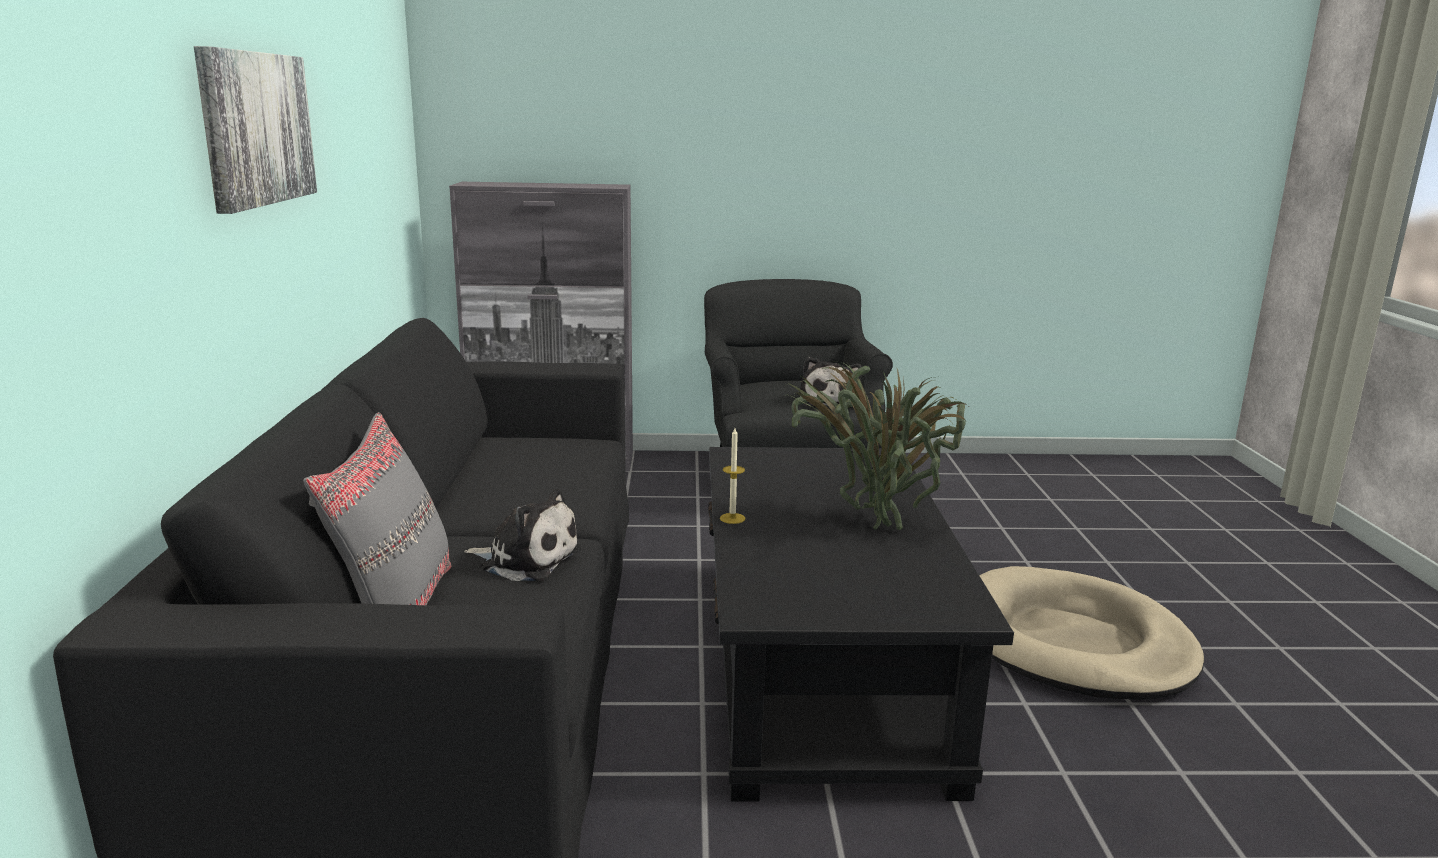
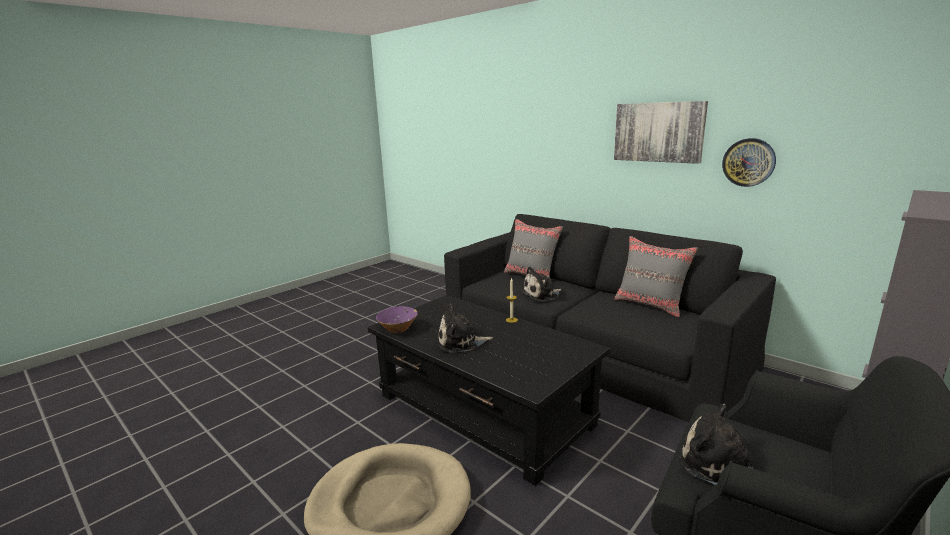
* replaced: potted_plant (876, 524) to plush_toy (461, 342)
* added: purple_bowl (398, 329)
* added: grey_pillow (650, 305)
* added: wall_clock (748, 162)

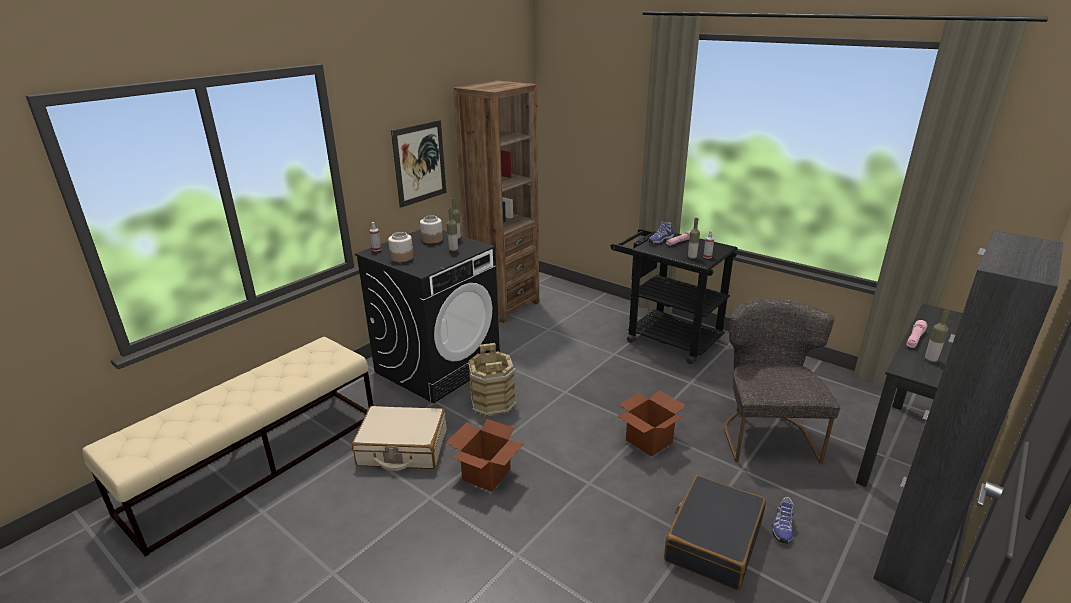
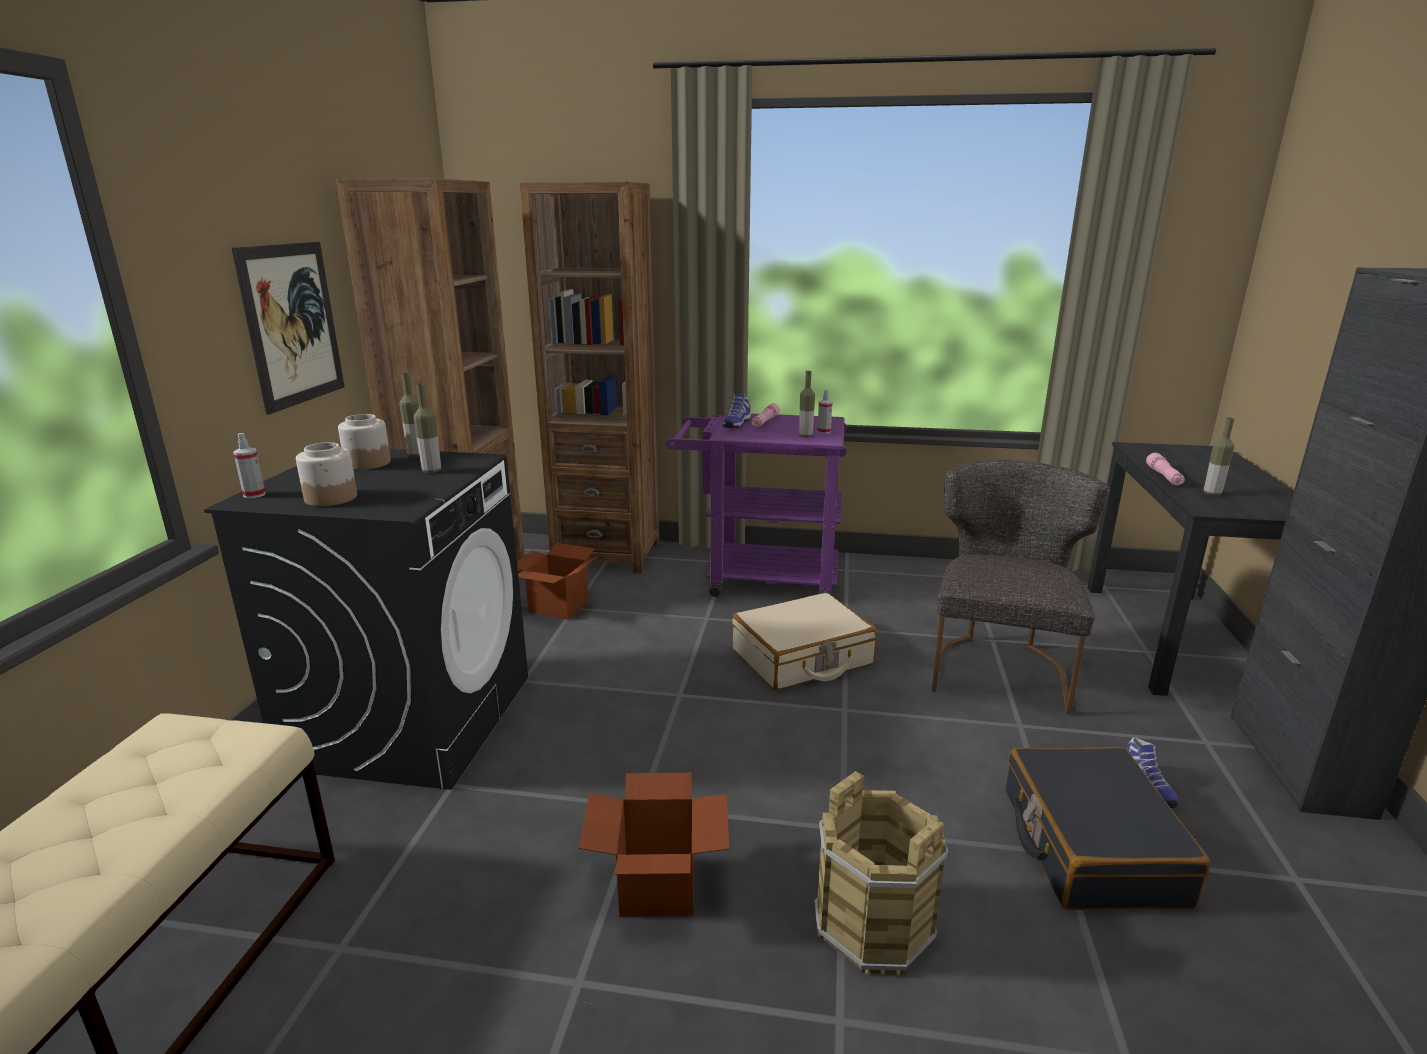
* moved: beige_suitcase (402, 448) to (802, 657)
* moved: brown_bucket (493, 403) to (874, 923)
* recoloured: black_cart (666, 337) to purple_cart (759, 578)
* moved: cardboard_box (649, 441) to (559, 606)
* turned: grey_chair (765, 433) = (999, 667) 45 degrees clockwise
* added: brown_bookcase (607, 554)

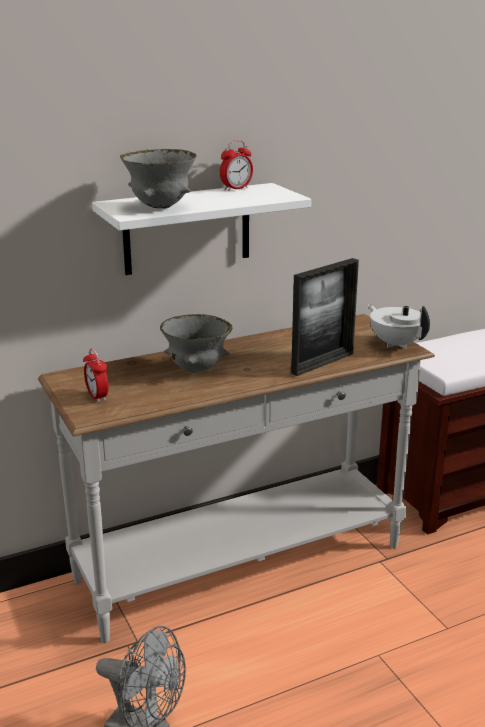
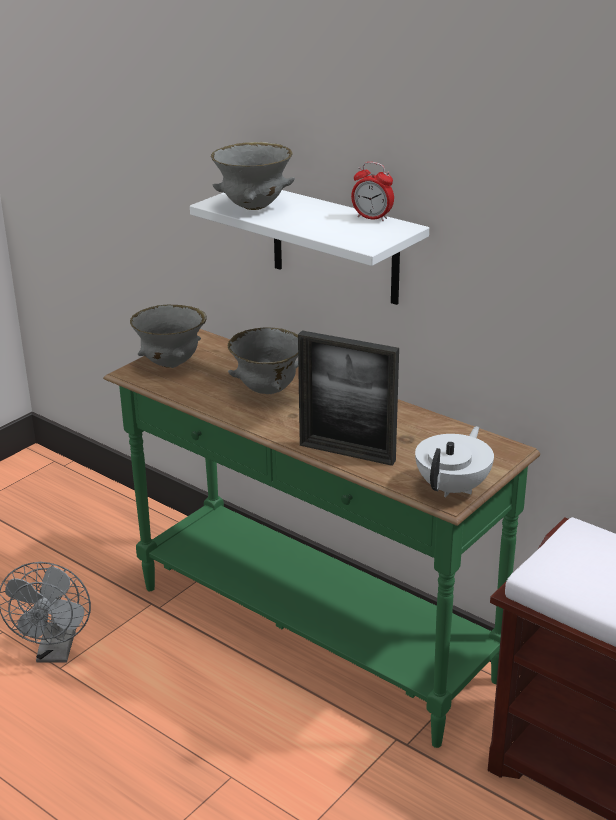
* recoloured: white_console_table (242, 565) to green_console_table (311, 634)
* replaced: alarm_clock (97, 397) to grey_bowl (171, 364)

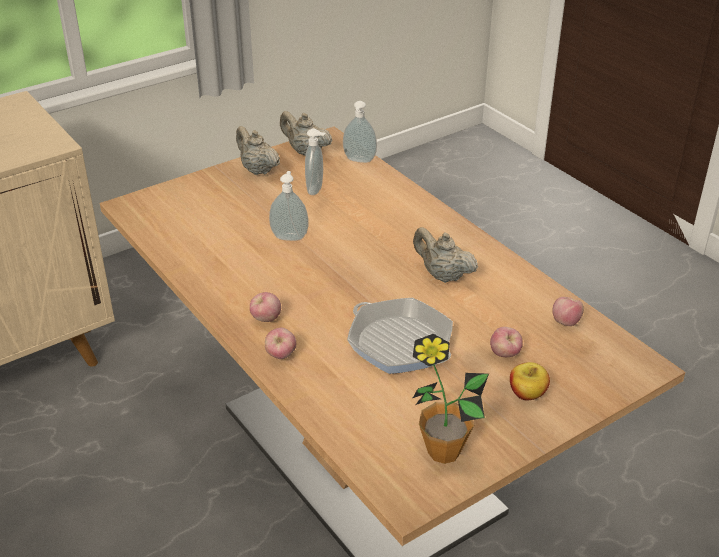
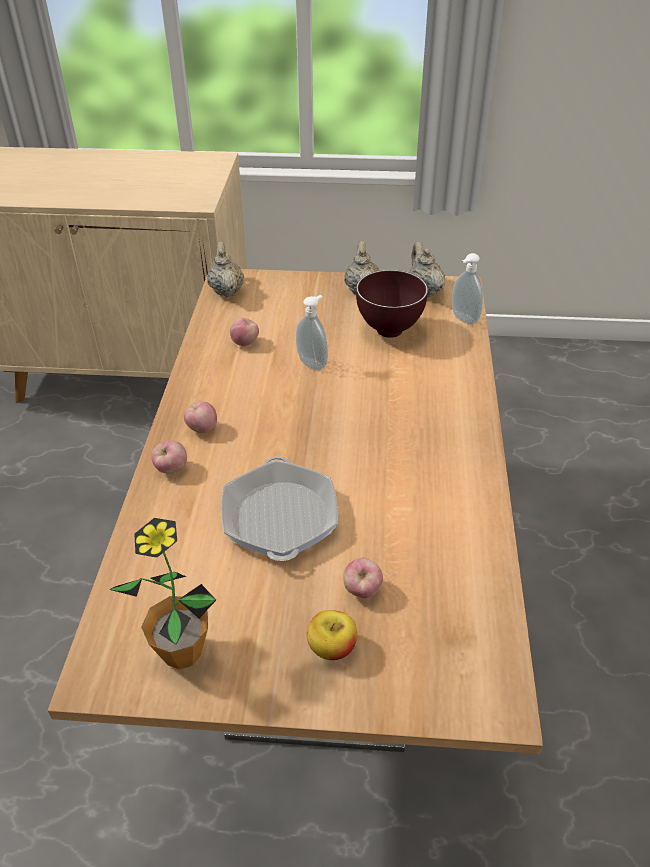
* replaced: soap_dispenser (316, 190) to brown_bowl (390, 330)
* moved: beige_teapot (442, 275) to (226, 290)
* moved: apple (565, 322) to (245, 343)

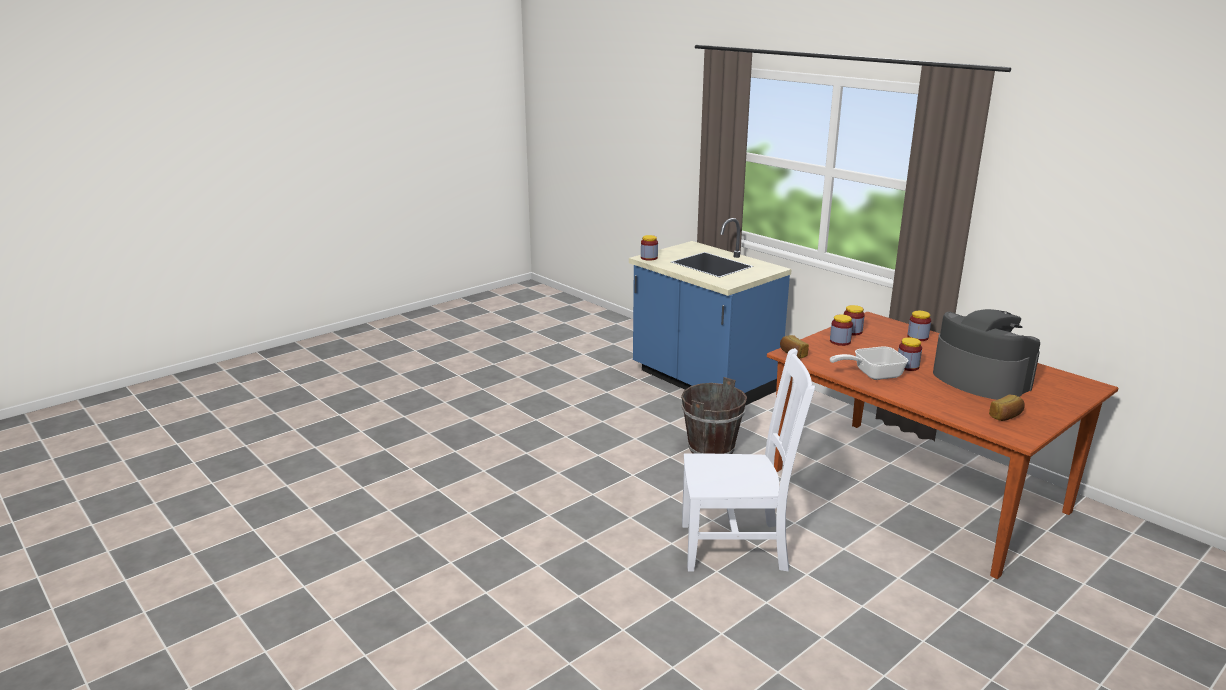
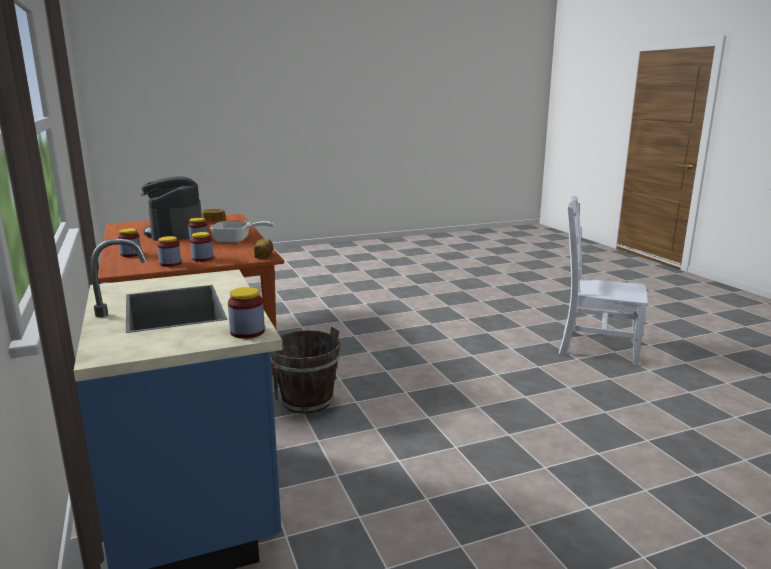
* moved: white_chair (737, 546) to (595, 347)

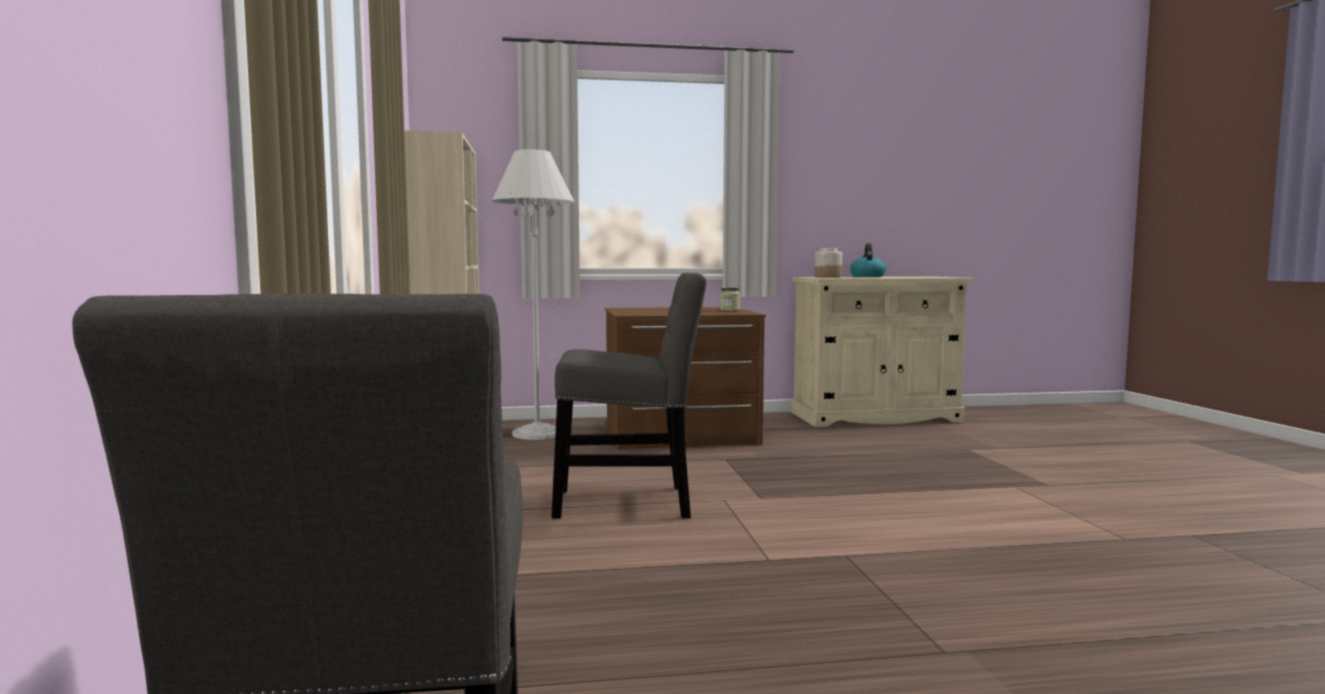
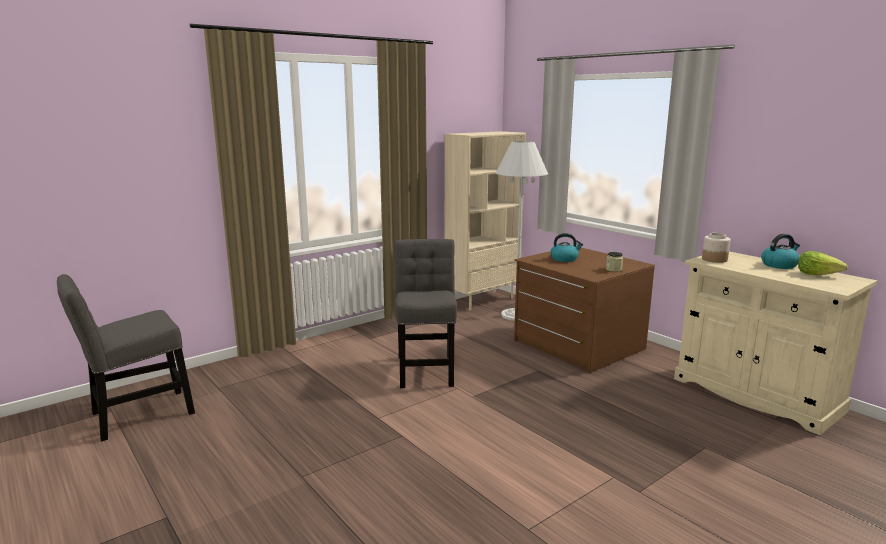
* turned: grey_chair (631, 502) = (426, 368) 150 degrees counterclockwise
* added: kettle (564, 259)
* added: lettuce (817, 274)

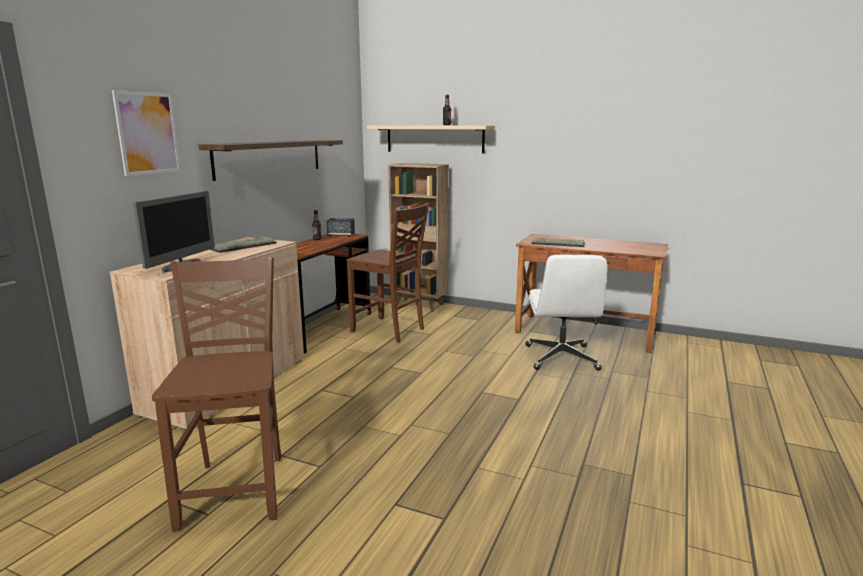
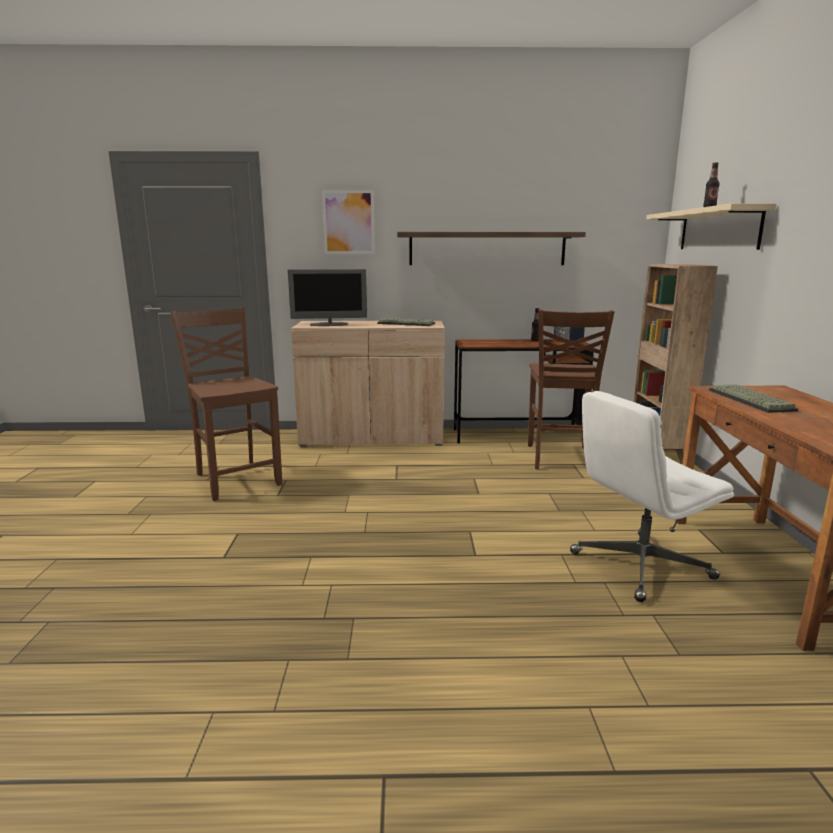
* turned: brown_chair (236, 489) = (236, 479) 90 degrees counterclockwise

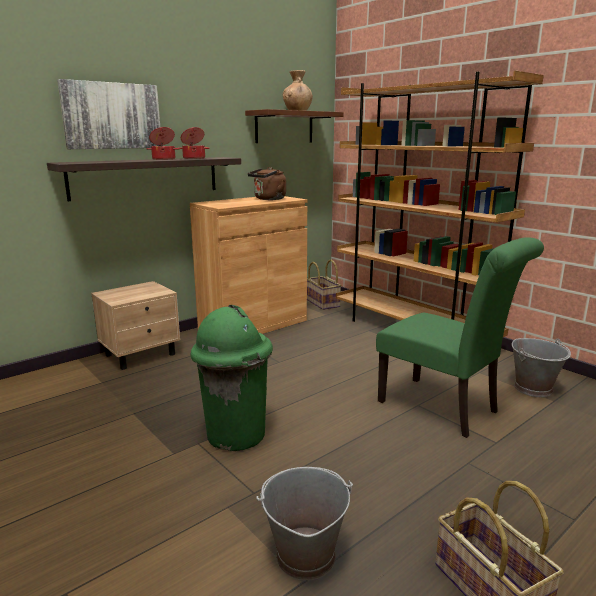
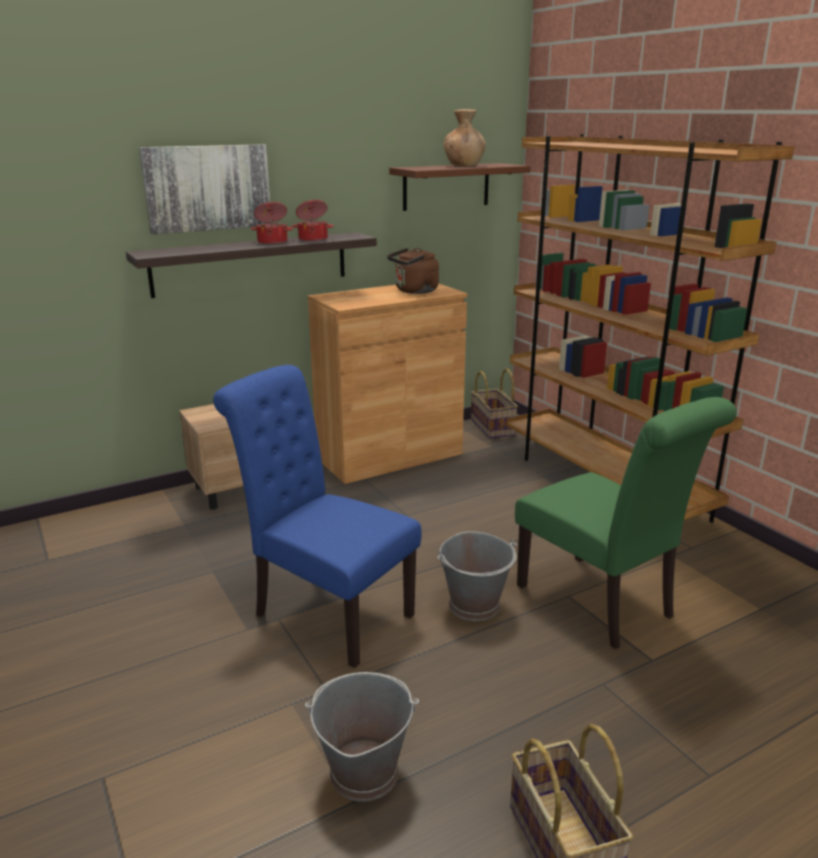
* replaced: green_trash_can (235, 434) to blue_chair (325, 612)
* moved: grey_bucket (533, 388) to (475, 605)

